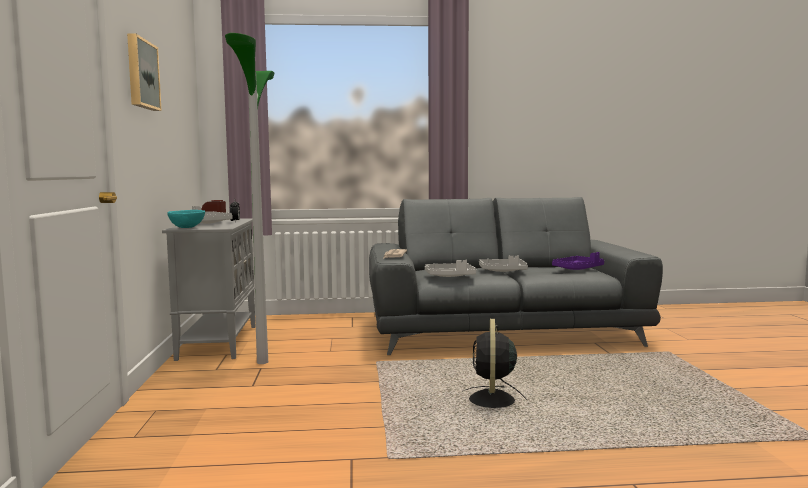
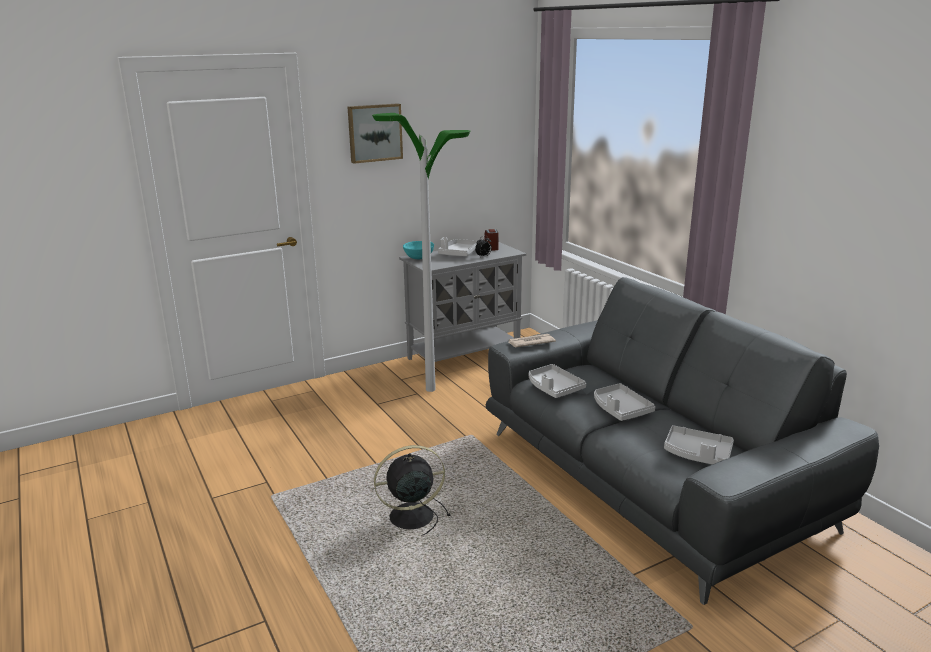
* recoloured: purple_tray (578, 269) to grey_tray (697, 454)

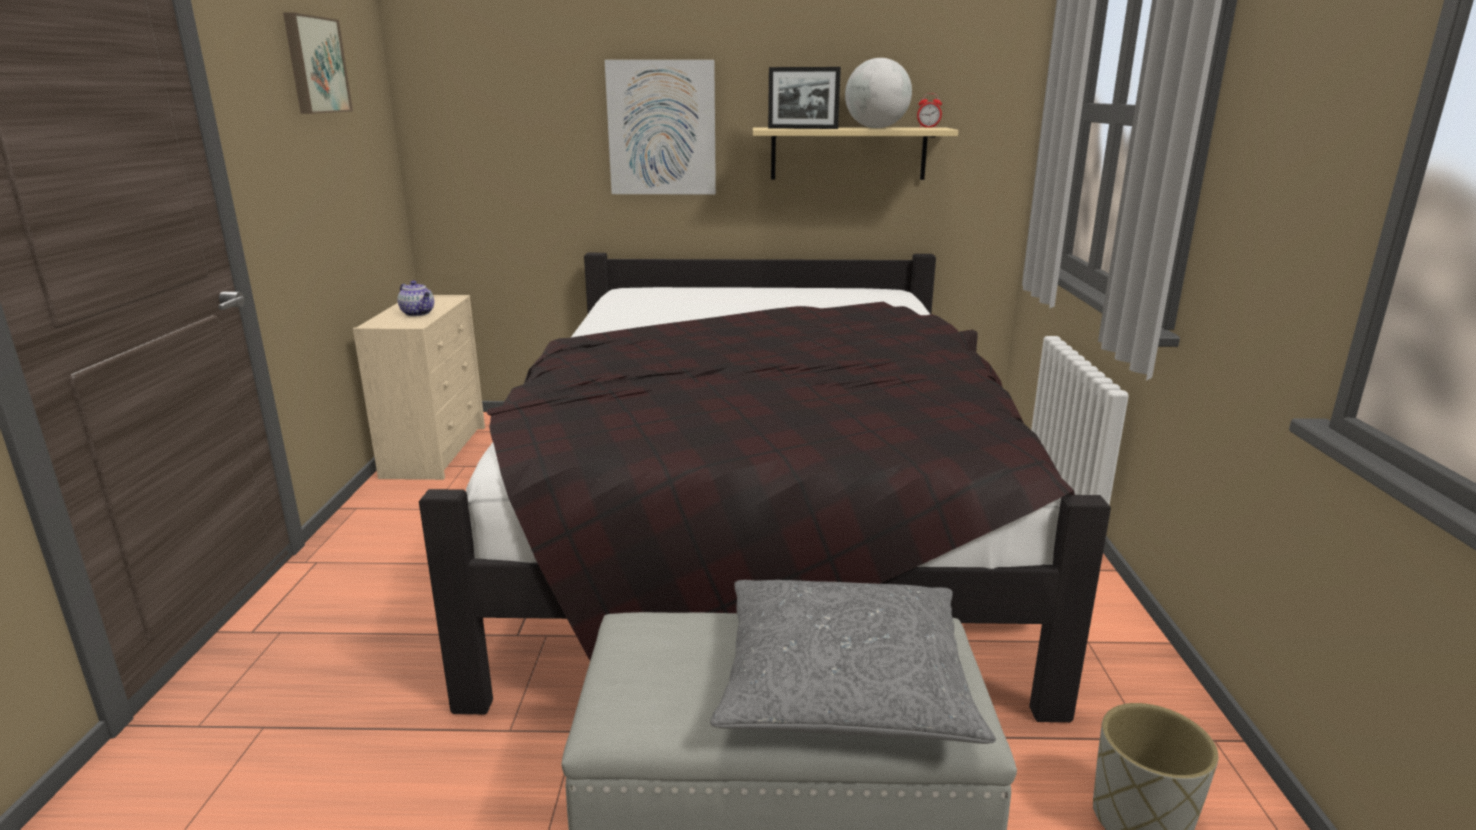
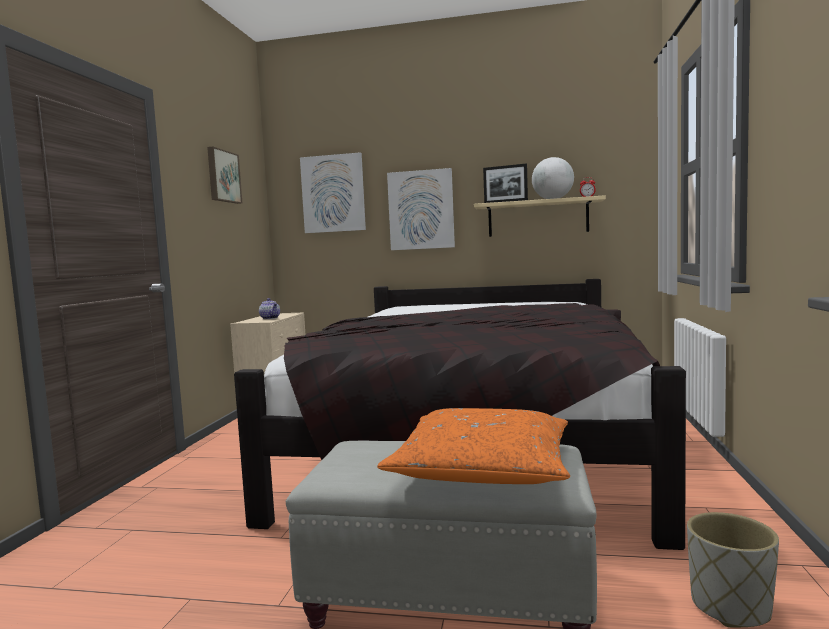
* recoloured: grey_pillow (843, 682) to orange_pillow (482, 468)
* added: picture (333, 193)

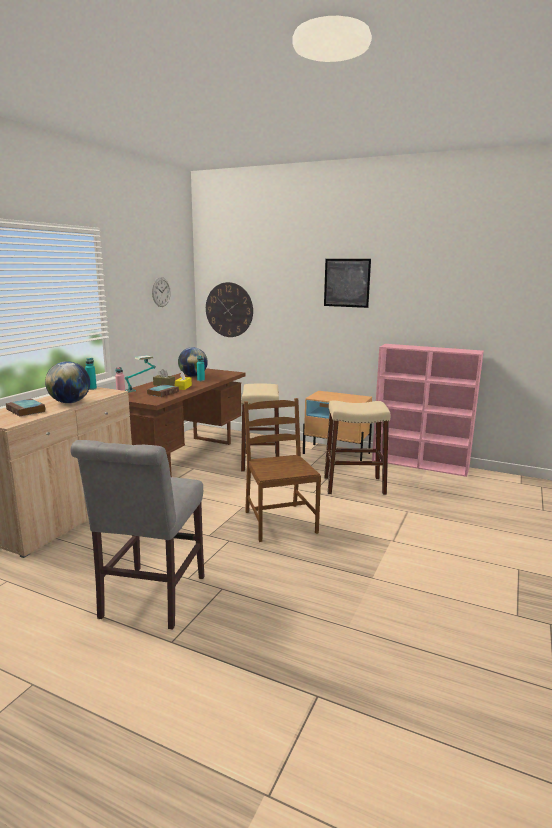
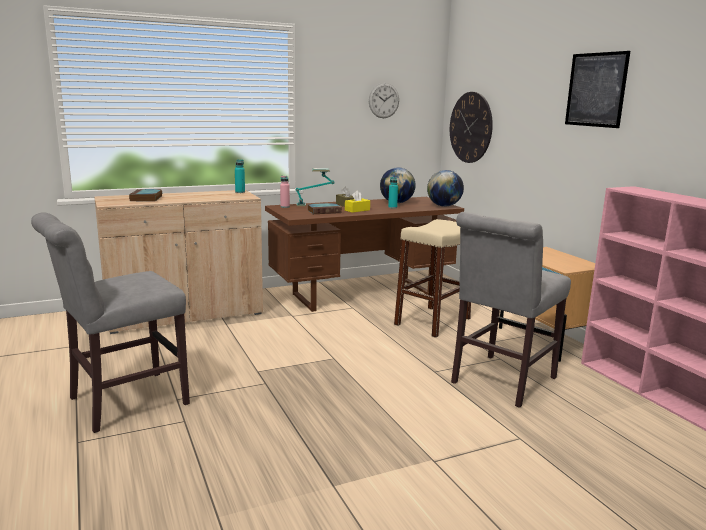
* moved: globe (70, 402) to (444, 206)
* removed: brown_chair (279, 521)
* replaced: beige_stool (354, 485) to grey_chair (500, 382)

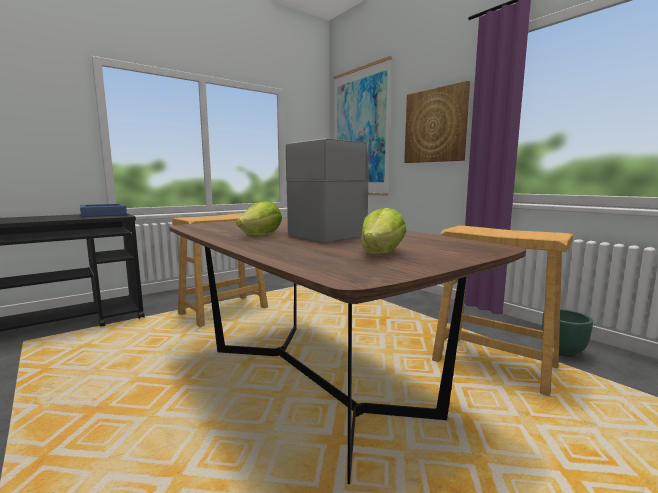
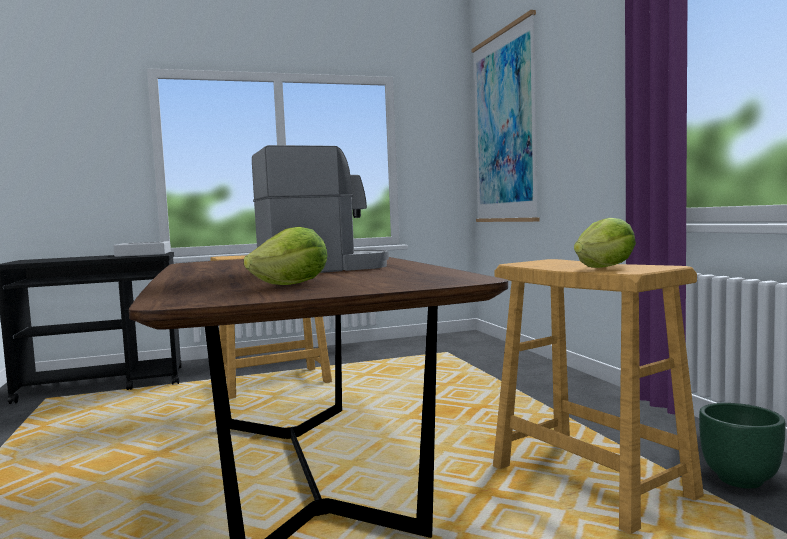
* recoloured: blue_tray (104, 214) to grey_tray (143, 254)
* moved: lettuce (261, 235) to (605, 268)
* removed: picture (435, 126)

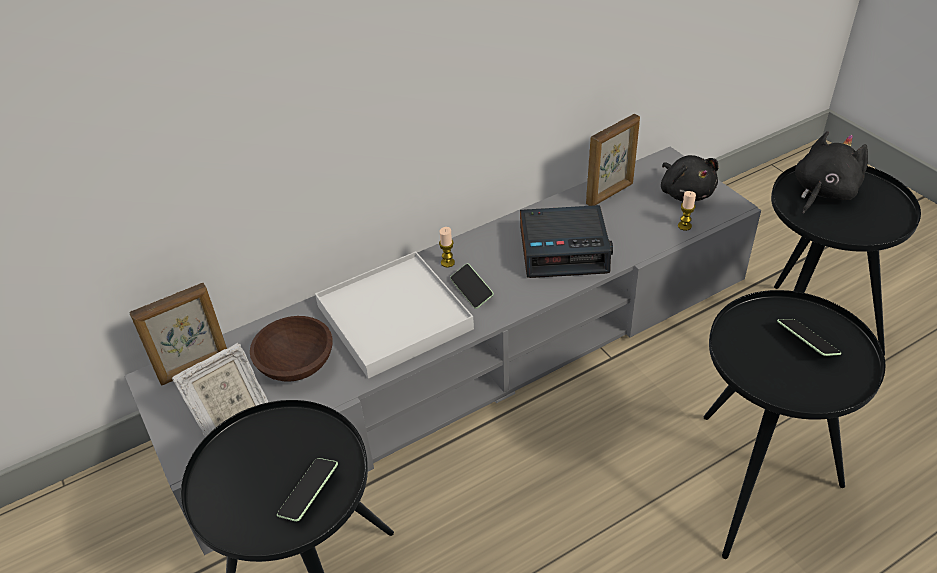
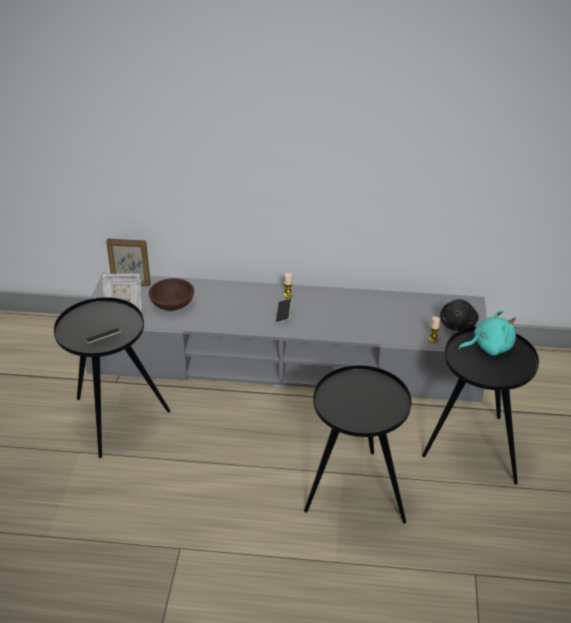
* removed: white_tray (394, 317)
* removed: alarm_clock (564, 249)
* removed: picture_frame (610, 194)
* removed: phone (806, 343)
* recoloured: black_plush_toy (822, 192) to turquoise_plush_toy (489, 346)

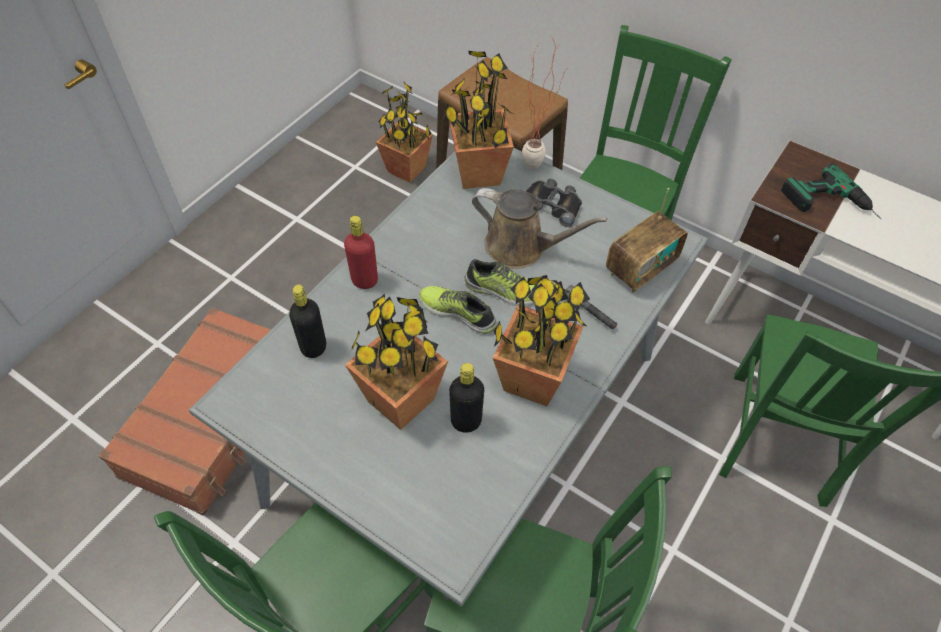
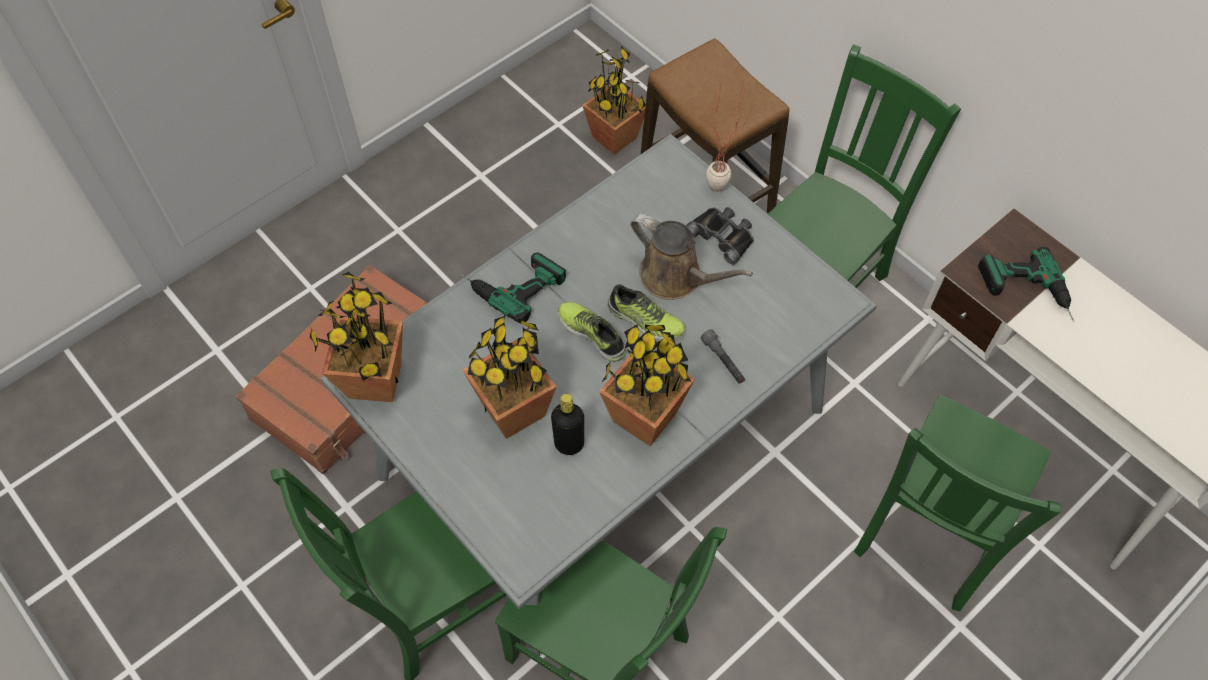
* removed: black_bottle (313, 347)
* replaced: red_bottle (364, 280) to power_drill (510, 282)
* moved: potted_plant (479, 174) to (375, 381)
* removed: radio (640, 268)

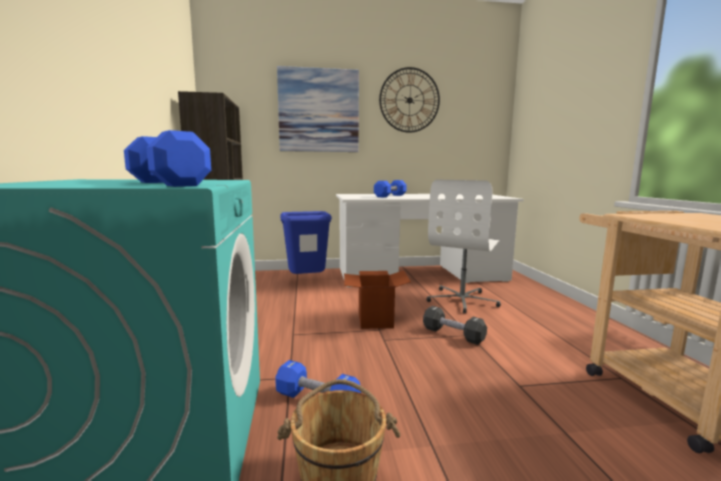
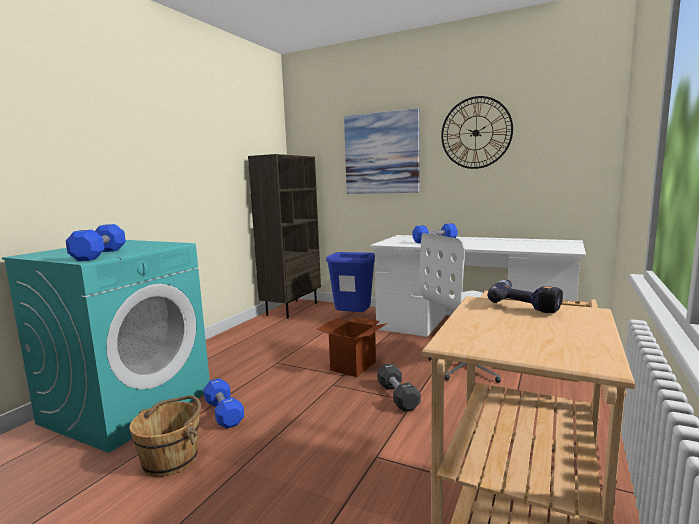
* added: power_drill (525, 304)

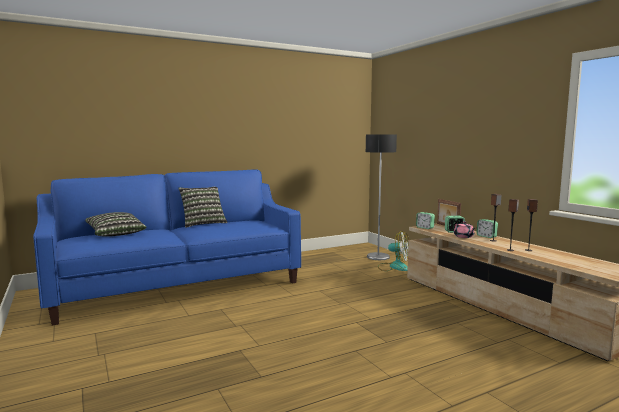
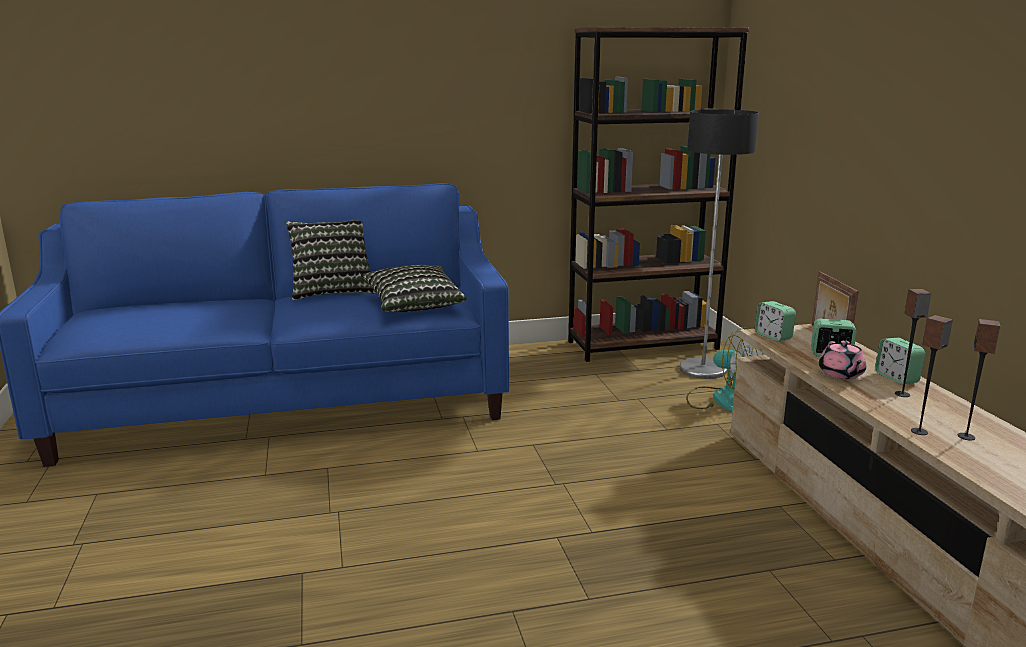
* moved: pillow (116, 233) to (414, 304)
* added: brown_bookcase (643, 345)

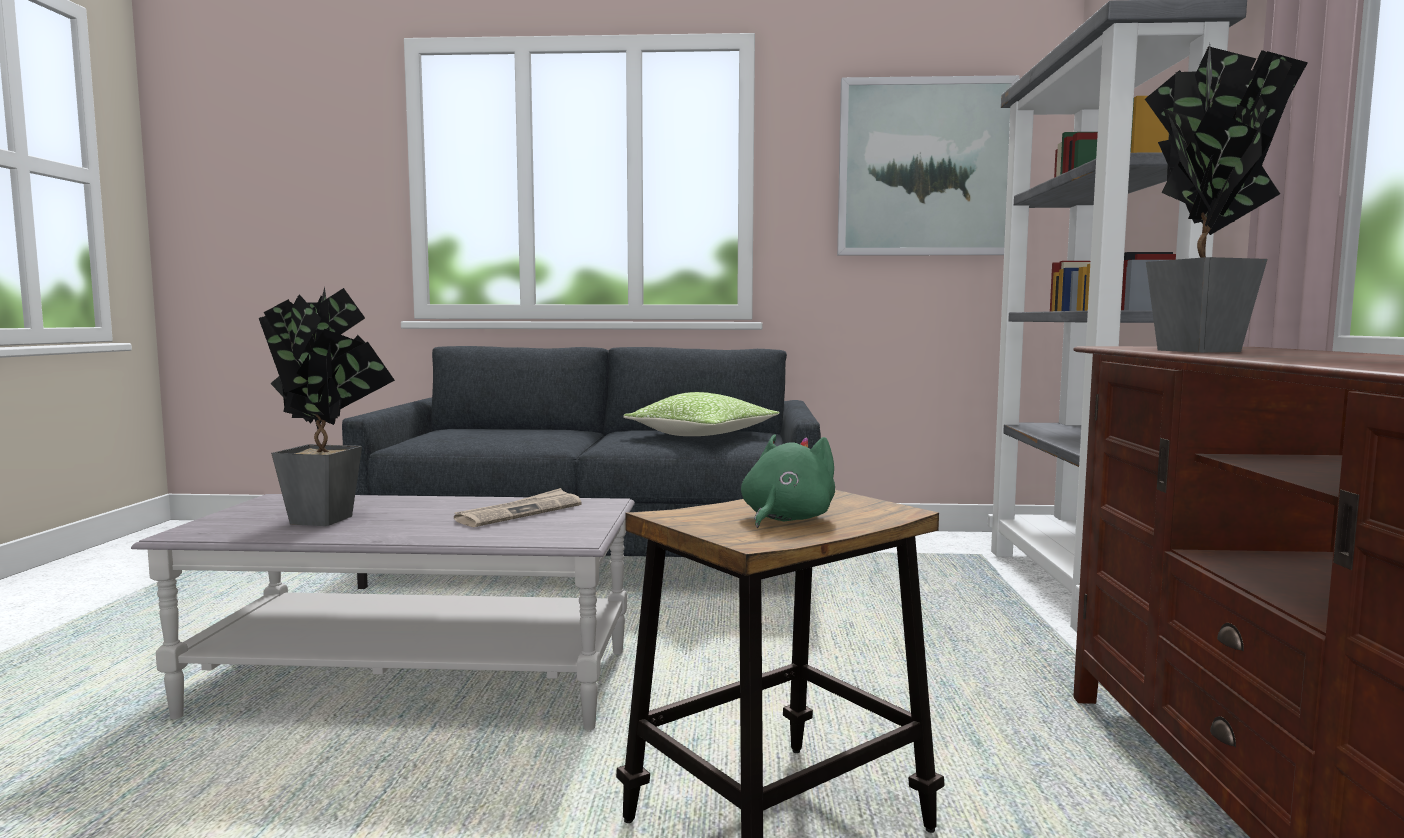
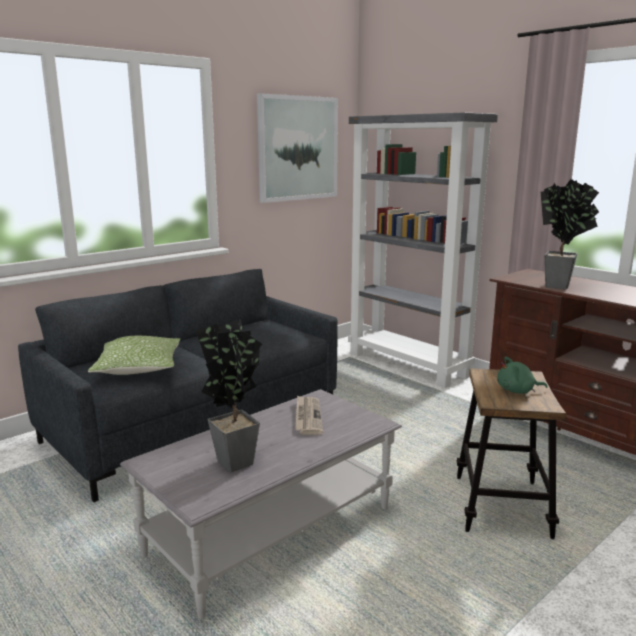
* moved: pillow (702, 435) to (138, 368)
* turned: green_plush_toy (785, 519) = (517, 391) 75 degrees counterclockwise

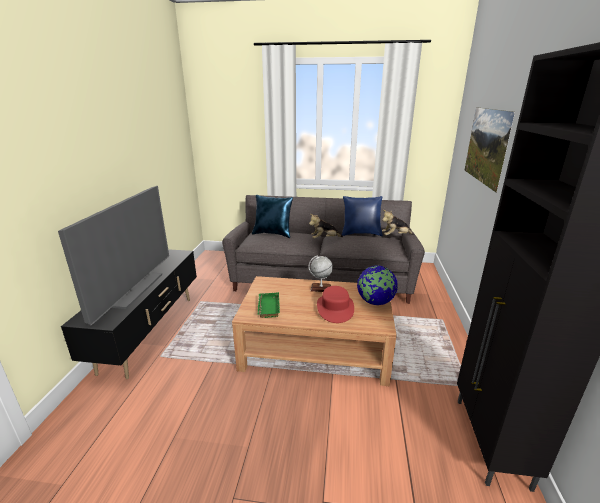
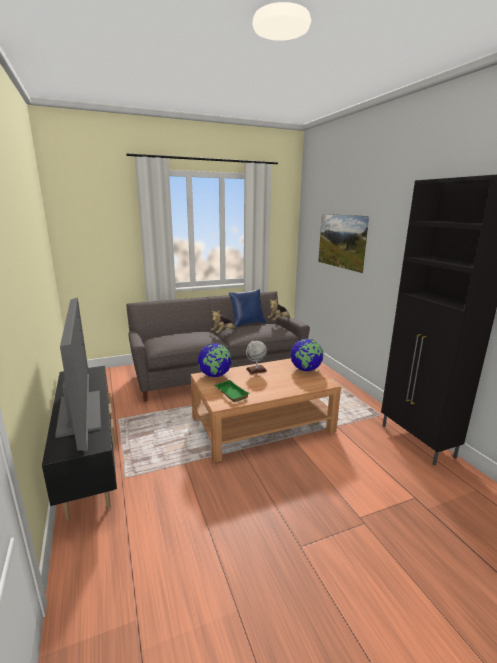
* removed: blue_pillow (273, 234)
* removed: red_hat (335, 308)
* added: globe (215, 375)

